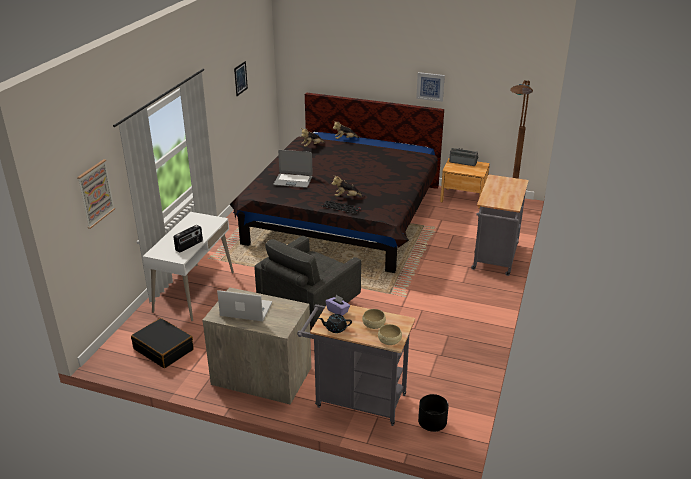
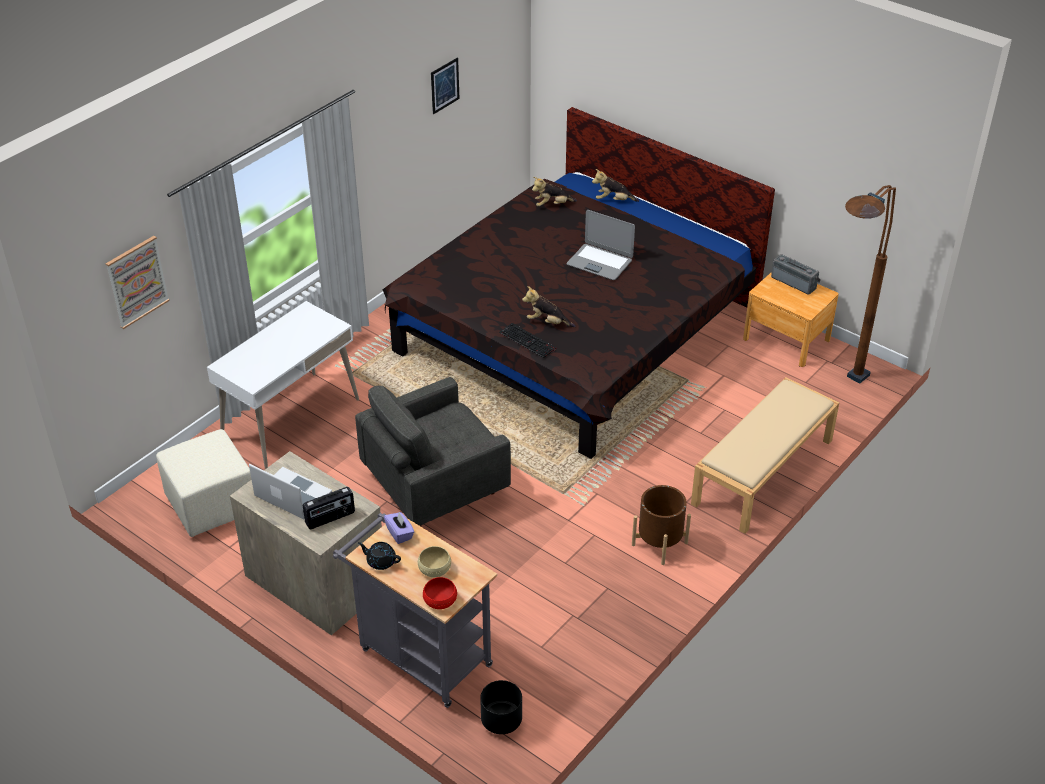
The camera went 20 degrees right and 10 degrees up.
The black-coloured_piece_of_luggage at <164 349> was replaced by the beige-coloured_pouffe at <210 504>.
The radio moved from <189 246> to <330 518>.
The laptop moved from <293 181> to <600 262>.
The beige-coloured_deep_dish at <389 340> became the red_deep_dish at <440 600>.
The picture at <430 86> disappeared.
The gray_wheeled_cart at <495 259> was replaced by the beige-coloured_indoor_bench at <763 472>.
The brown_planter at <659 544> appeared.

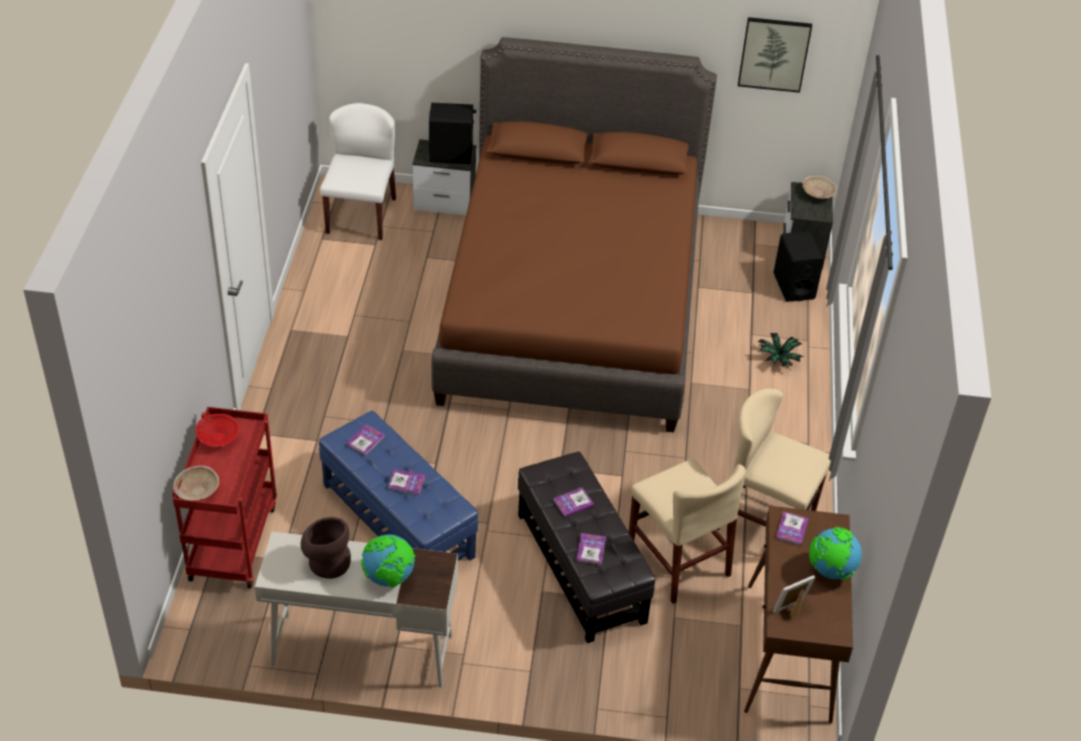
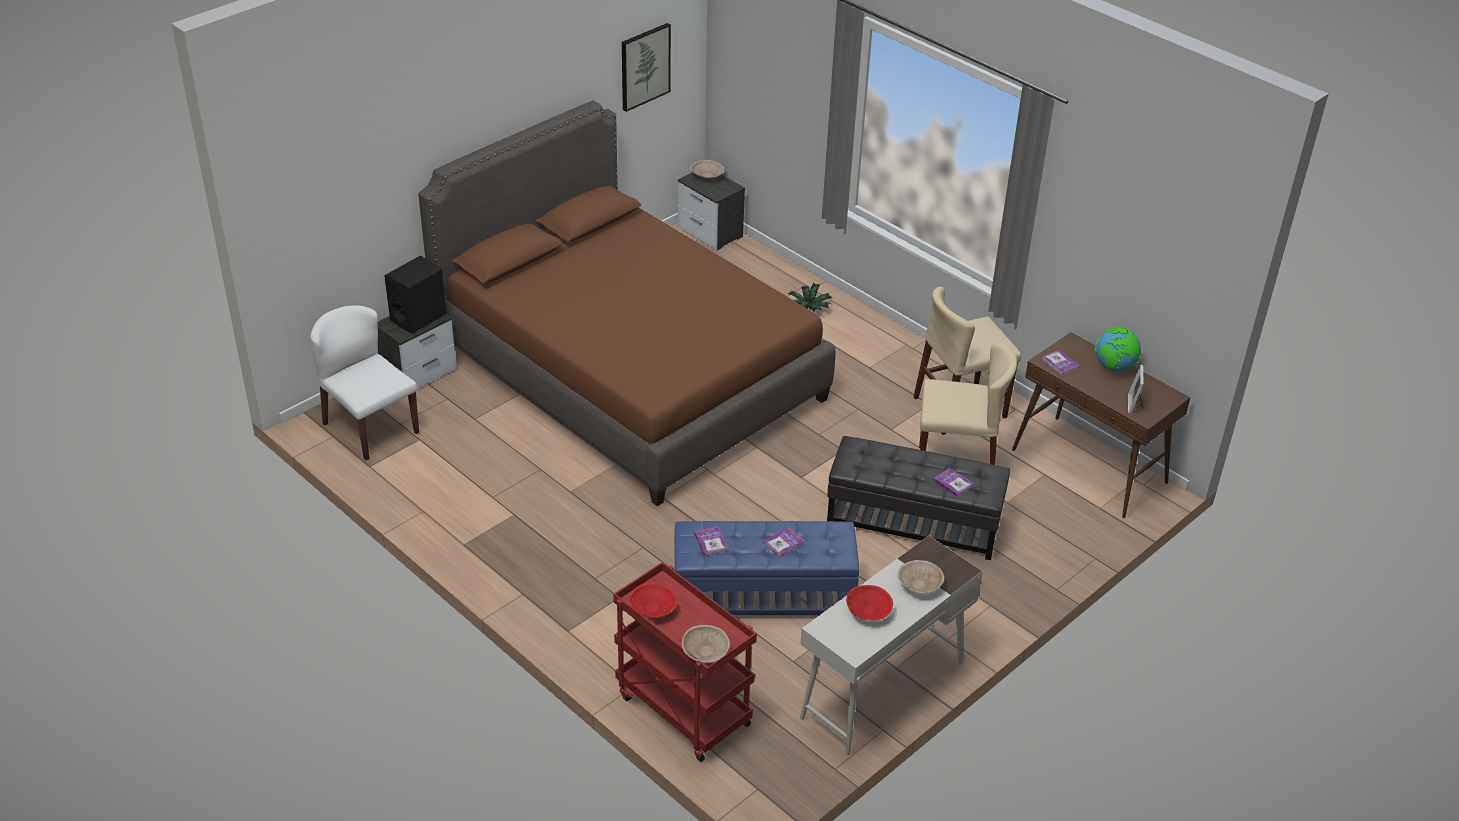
The camera went 50 degrees left and 5 degrees down.
The brown_flower_vase at <326 562> was replaced by the red_deep_dish at <868 612>.
The desk_globe at <389 577> was replaced by the beige-coloured_deep_dish at <920 585>.
The bound_book at <573 503> disappeared.
The black-coloured_loudspeaker at <793 286> disappeared.

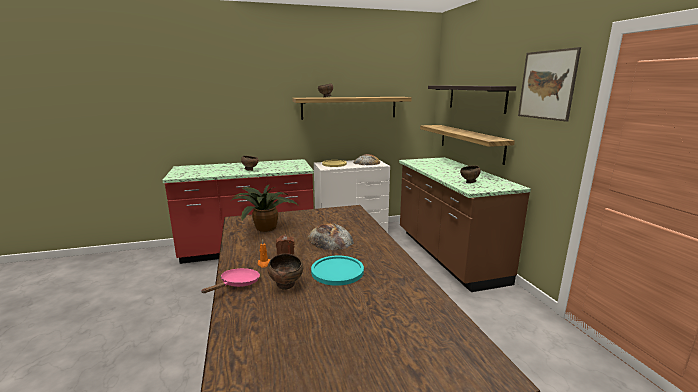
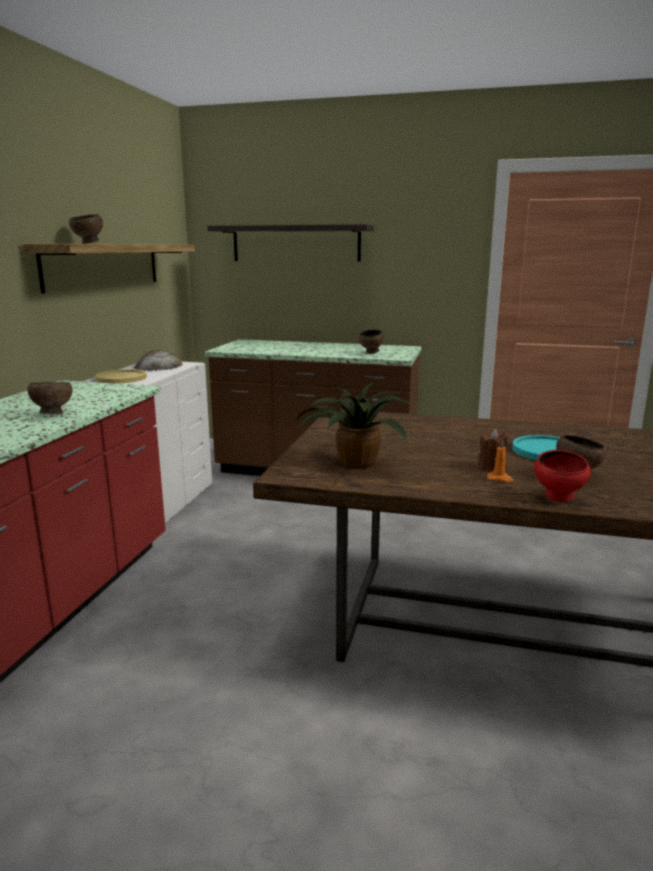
The camera went 60 degrees left and 0 degrees up.
The pink-coloured_frying_pan at <237 284> was replaced by the red_deep_dish at <559 499>.
The bakery_bread at <330 239> disappeared.
The wall_shelf at <470 142> disappeared.
The picture at <547 85> disappeared.

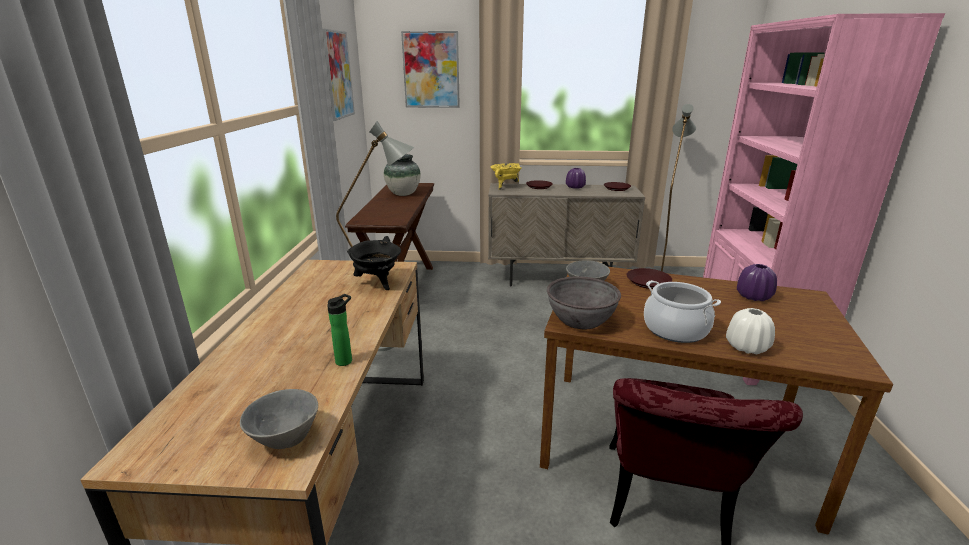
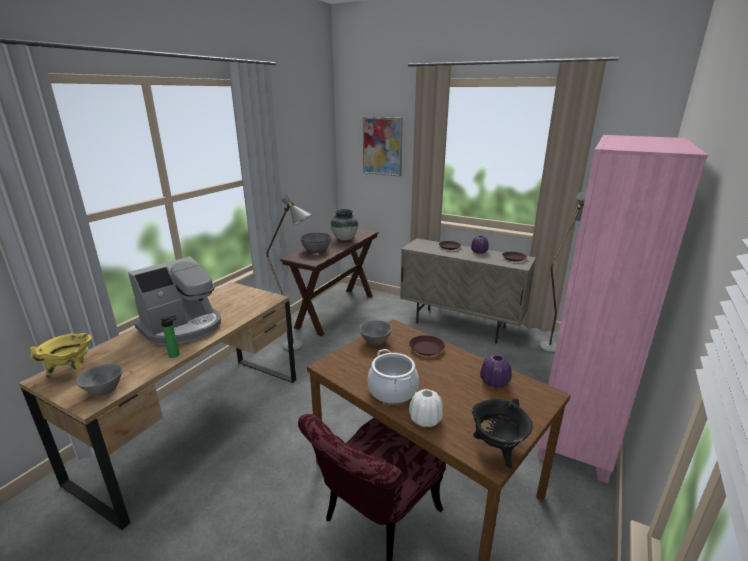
The camera went 25 degrees right and 0 degrees up.
The picture at <337 75> disappeared.
The black-coloured_stockpot moved from <377 283> to <497 449>.
The yellowish_stockpot moved from <505 187> to <71 370>.
The gray_deep_dish moved from <581 320> to <316 250>.
The coffee_brewer at <183 327> appeared.

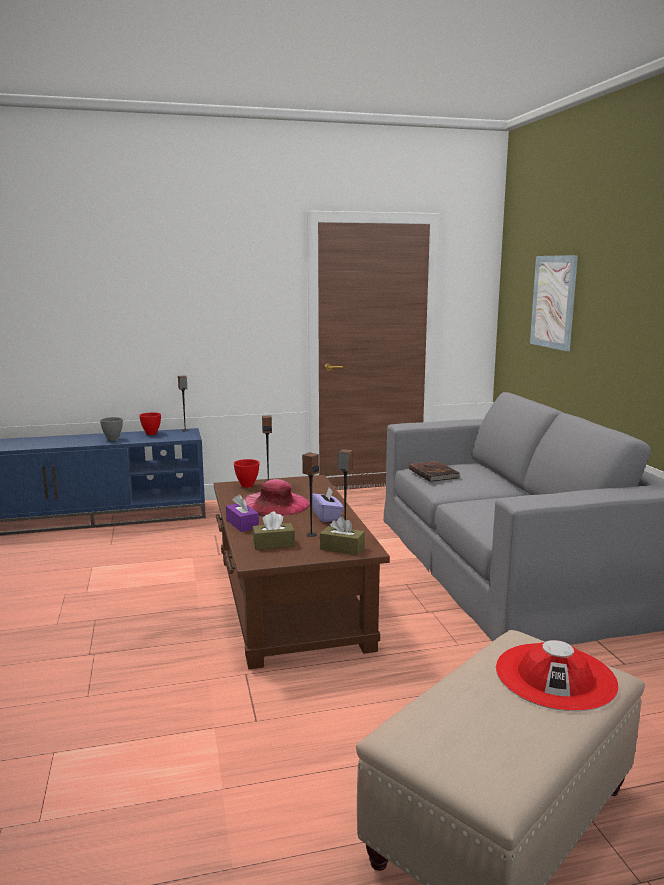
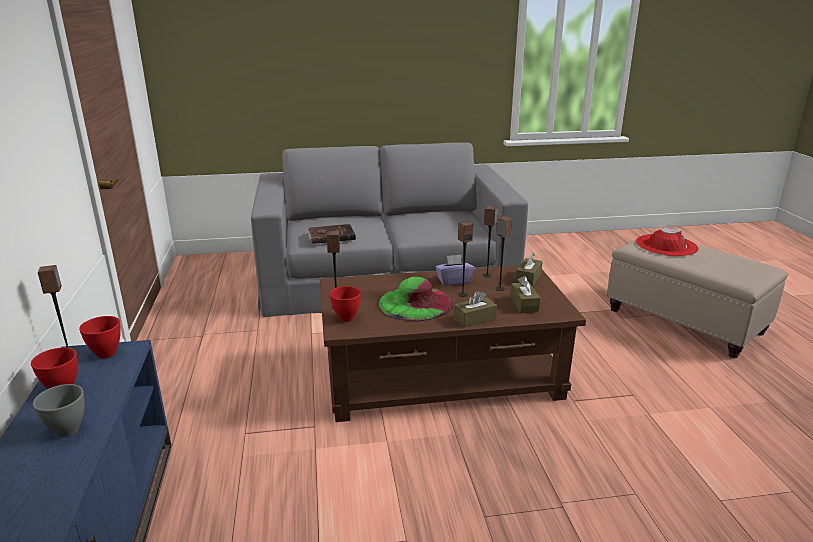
The camera went 85 degrees left and 10 degrees up.
The purple-coloured_tissue_holder at <242 524> became the brown_tissue_holder at <474 319>.
The pink-coloured_hat at <275 504> became the green-coloured_hat at <415 303>.
The picture at <553 302> disappeared.
The red_deep_dish at <107 354> appeared.
The loudspeaker at <462 294> appeared.

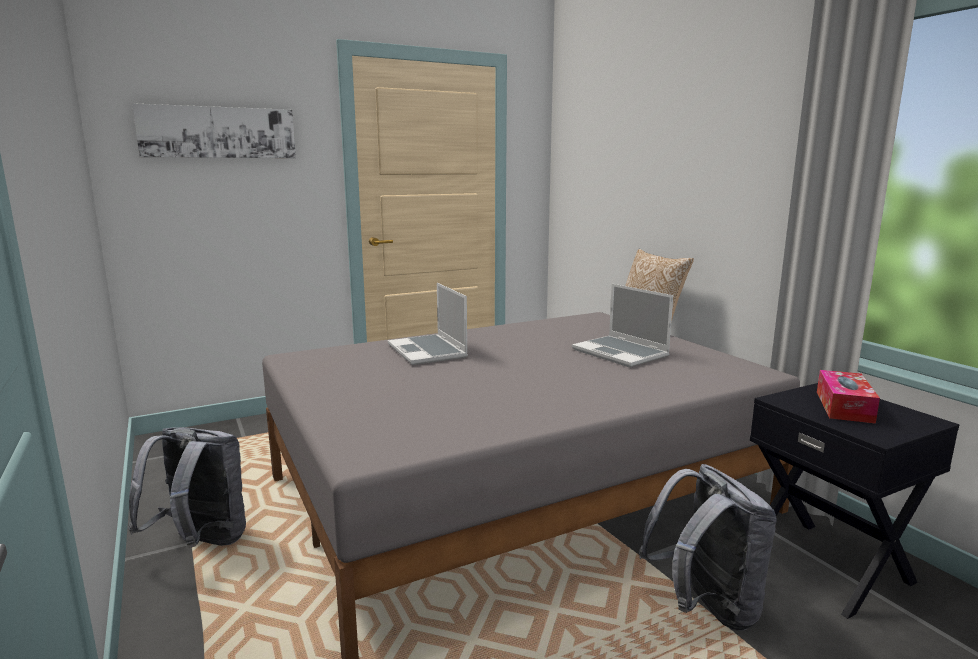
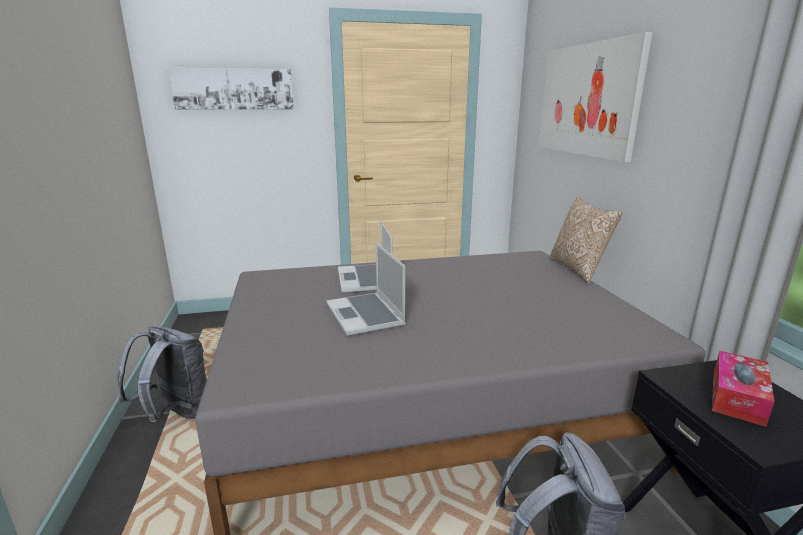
The camera went 15 degrees right and 5 degrees up.
The laptop moved from <621 353> to <366 315>.
The picture at <587 100> appeared.

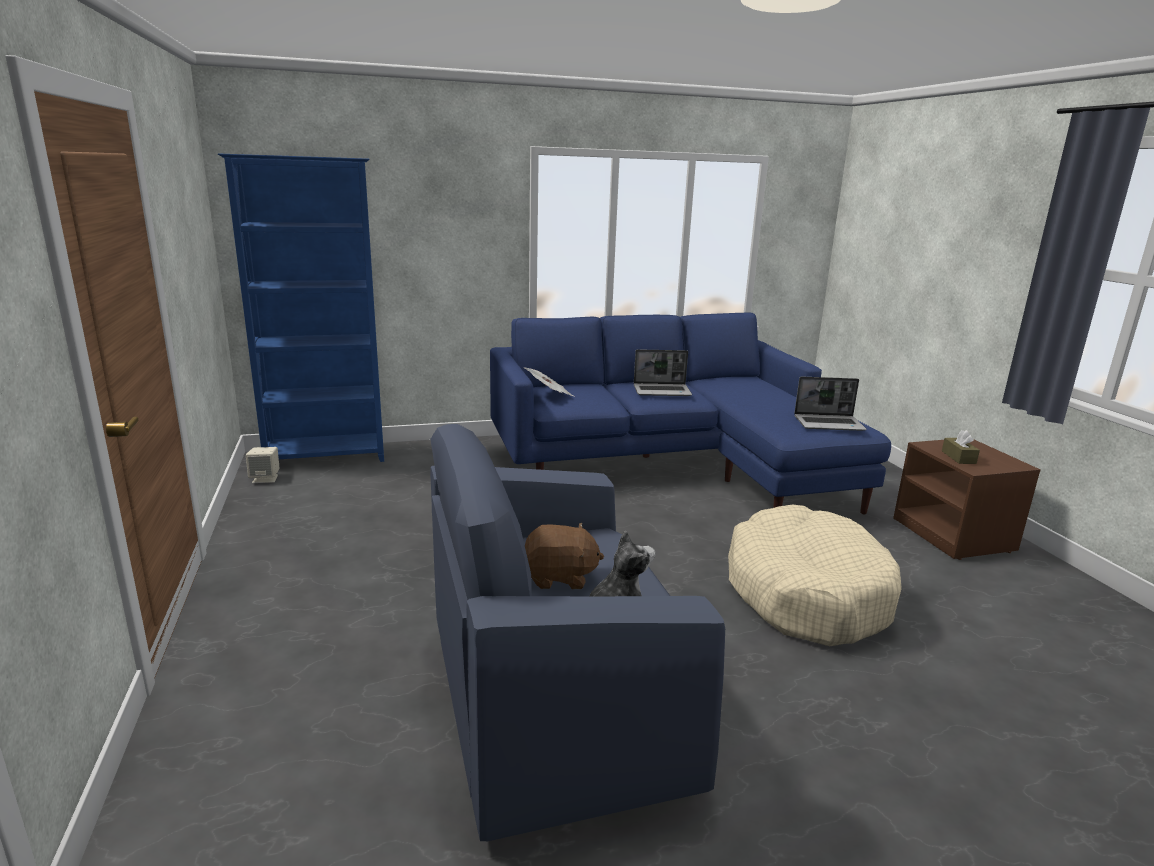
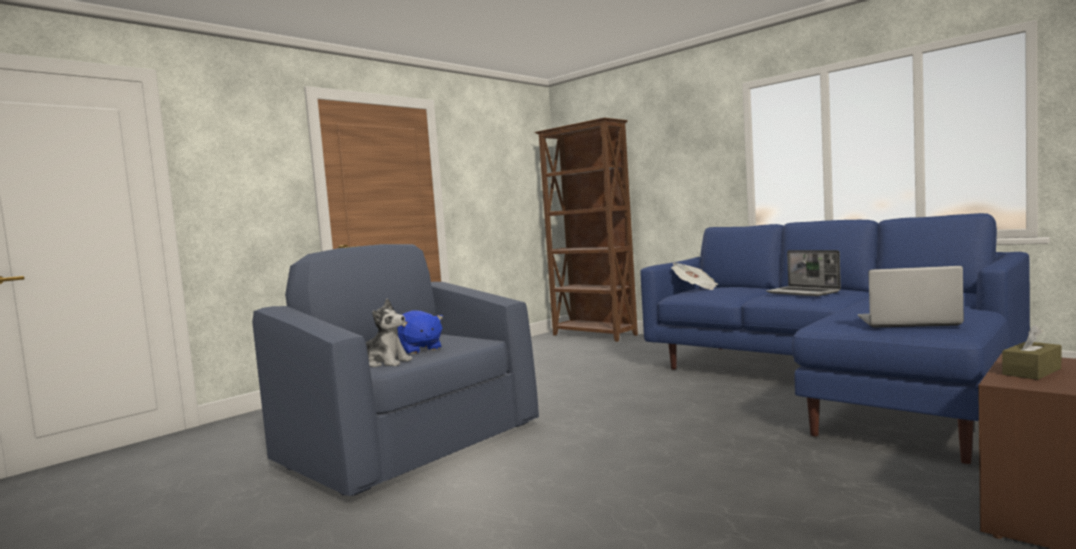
The camera went 60 degrees right and 15 degrees down.
The blue_shelving_unit at <327 457> became the brown_shelving_unit at <594 335>.
The beige-coloured_loudspeaker at <265 479> disappeared.
The brown_soft_toy at <560 577> became the blue_soft_toy at <419 349>.
The beige-coloured_dog_cushion at <806 593> disappeared.
The laptop at <829 424> turned 135 degrees clockwise.

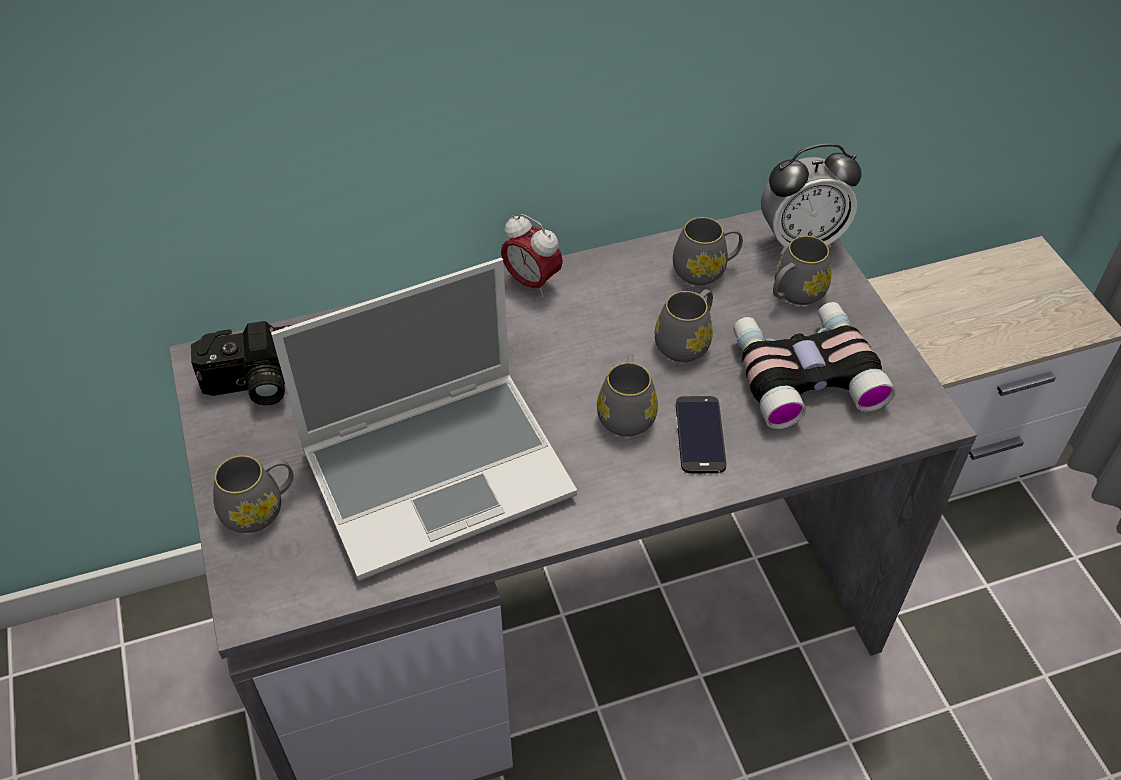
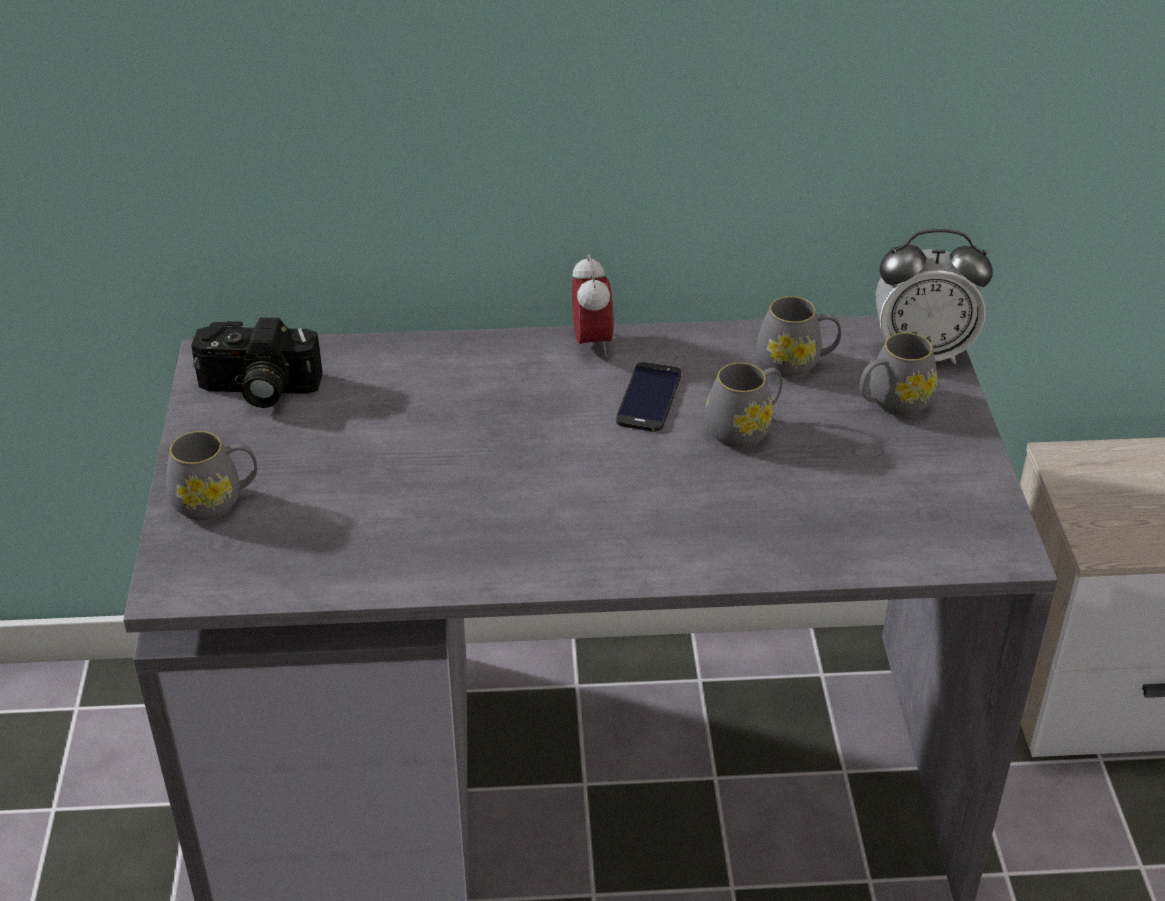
The camera went 15 degrees right and 10 degrees down.
The laptop at <439 471> disappeared.
The alarm_clock at <531 282> turned 150 degrees counterclockwise.
The gray_coffee_mug at <626 412> disappeared.
The telephone moved from <700 435> to <648 398>.
The binoculars at <804 372> disappeared.

